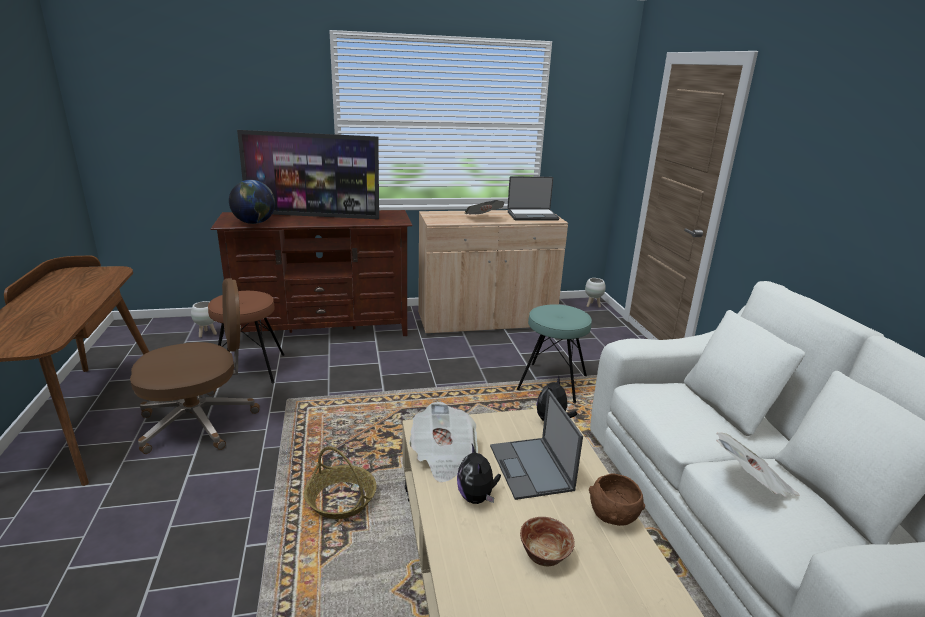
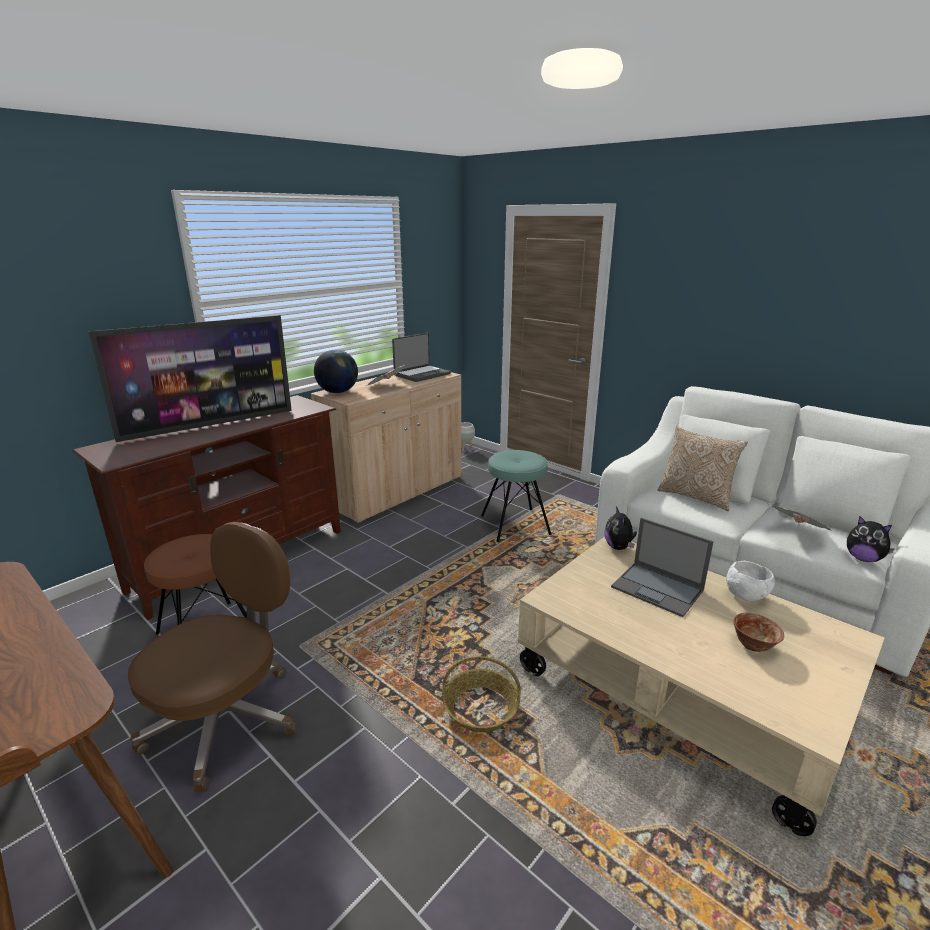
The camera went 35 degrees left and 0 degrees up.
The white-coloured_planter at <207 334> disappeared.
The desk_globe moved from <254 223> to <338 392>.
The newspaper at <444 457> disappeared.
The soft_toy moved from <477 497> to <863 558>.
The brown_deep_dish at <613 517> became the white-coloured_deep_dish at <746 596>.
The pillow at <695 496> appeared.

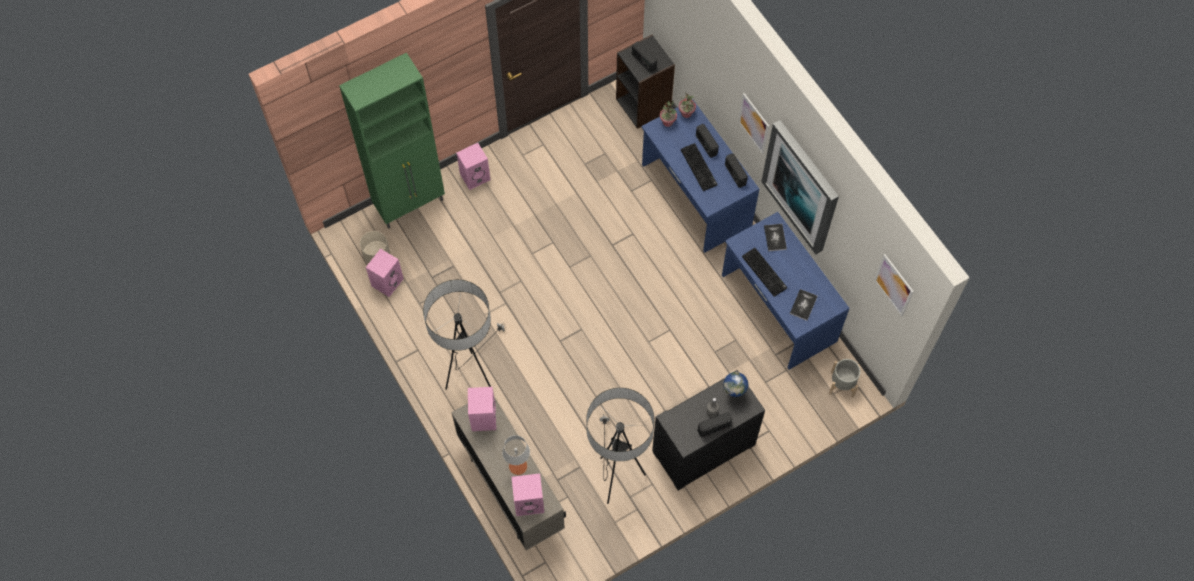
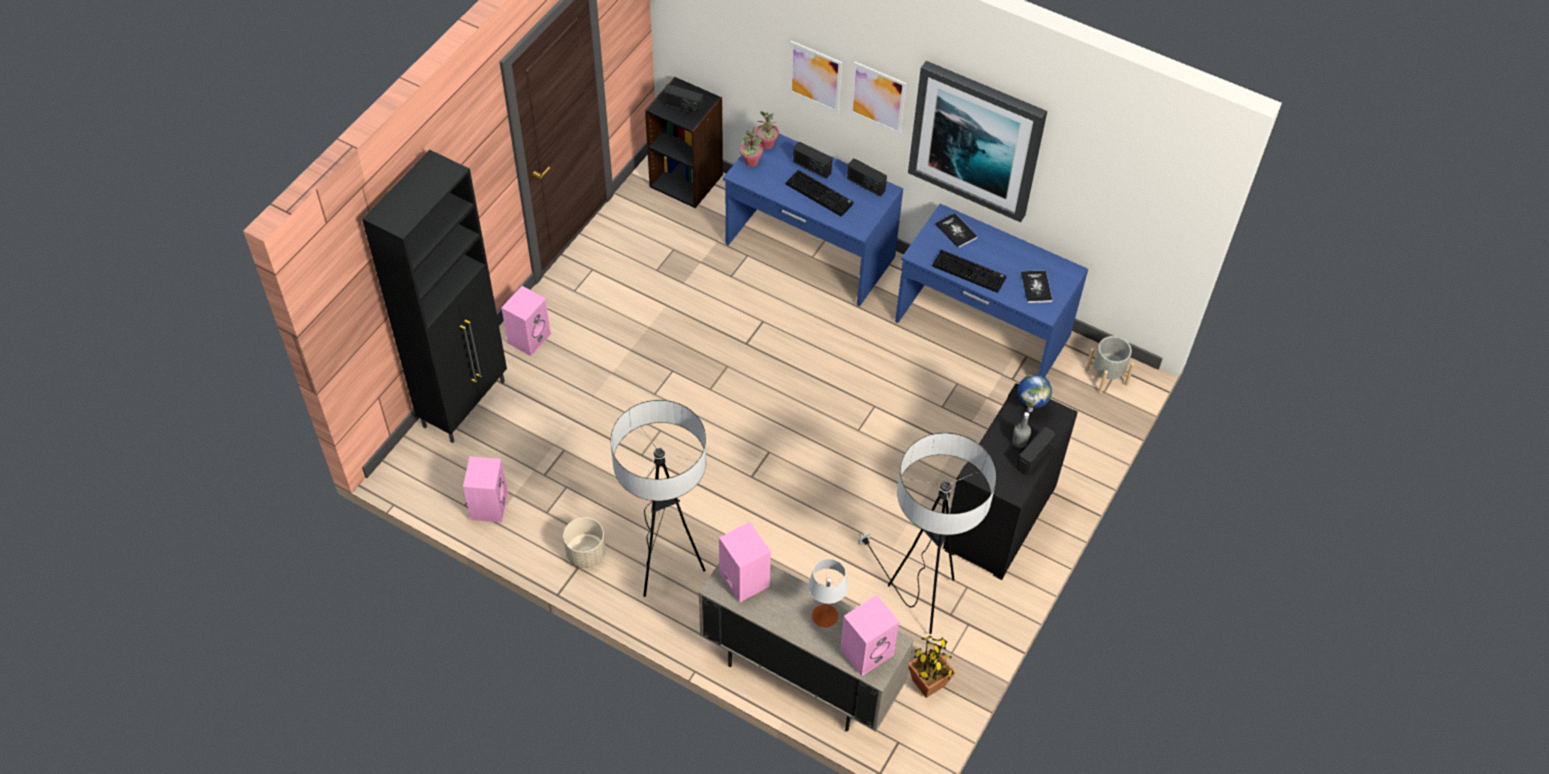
The camera went 30 degrees left and 10 degrees down.
The green-coloured_cabinet at <411 204> became the black-coloured_cabinet at <465 403>.
The beige-coloured_planter moved from <376 254> to <586 553>.
The picture moved from <894 285> to <815 76>.
The plant_in_a_pot at <928 683> appeared.

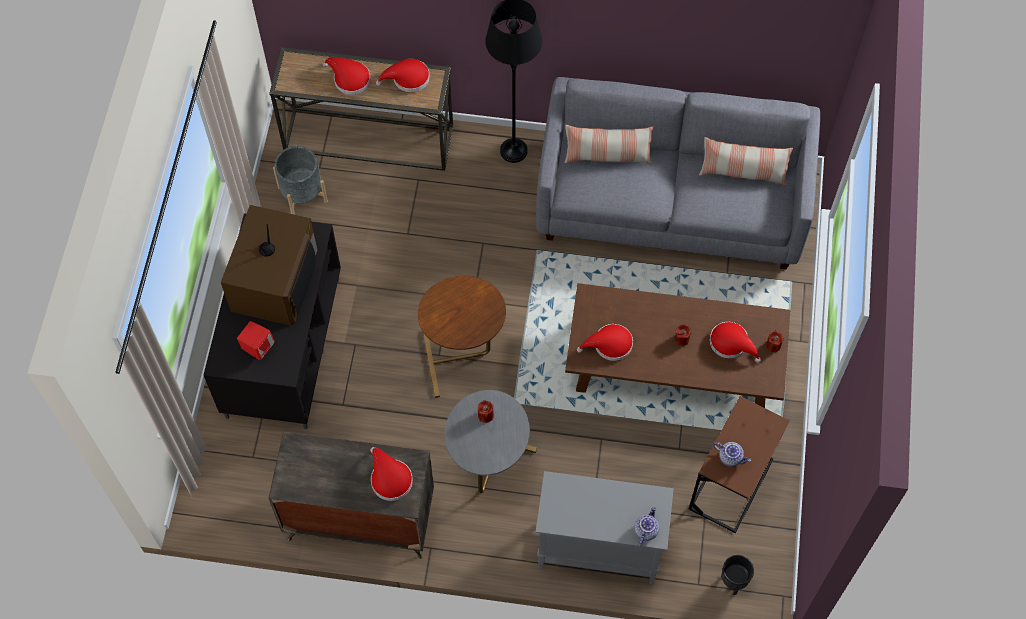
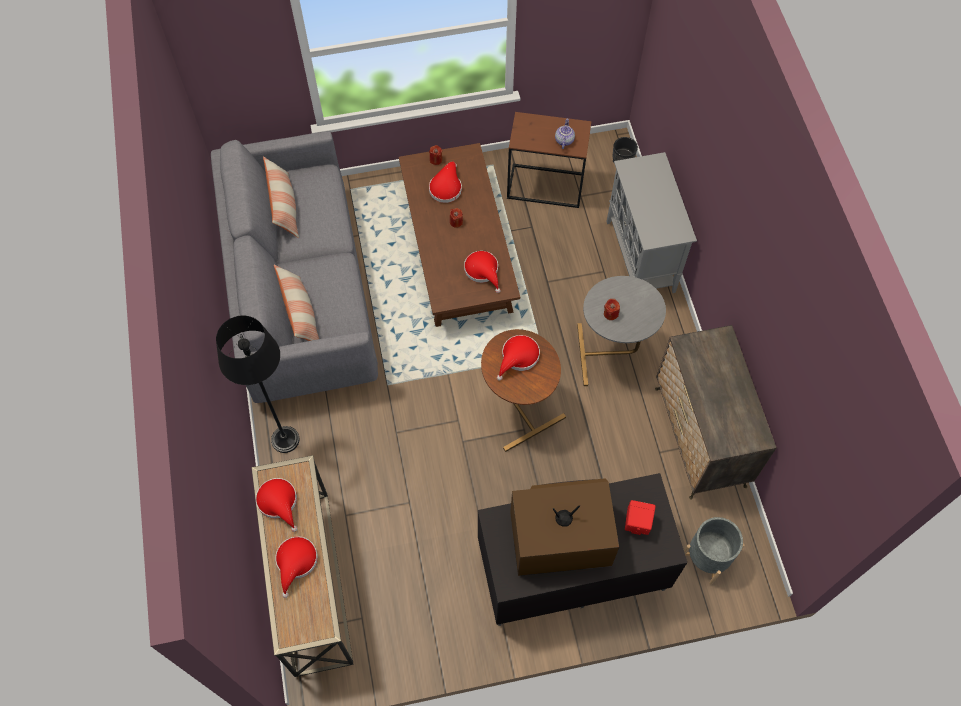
The camera went 110 degrees left and 0 degrees up.
The gray_planter moved from <302 194> to <707 557>.
The red_hat moved from <389 478> to <518 357>.
The tea_pot at <645 530> disappeared.

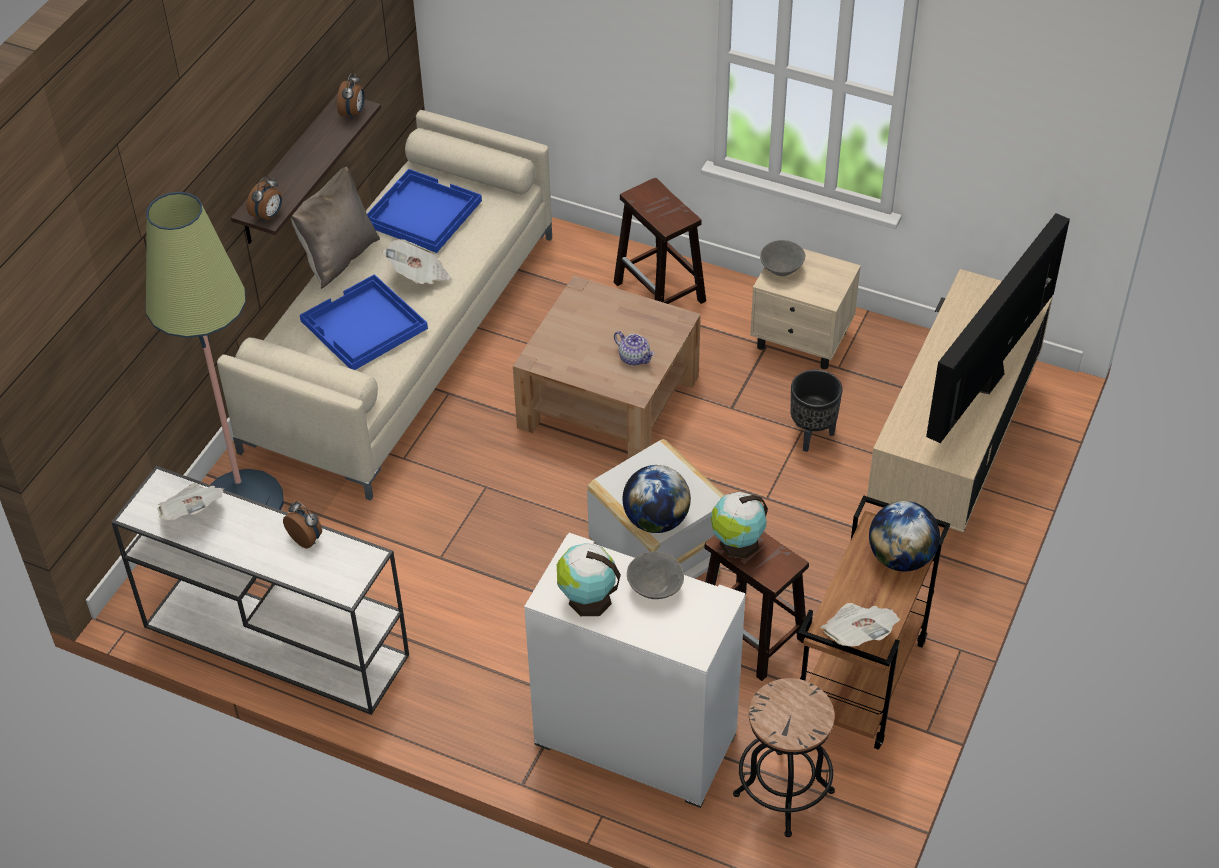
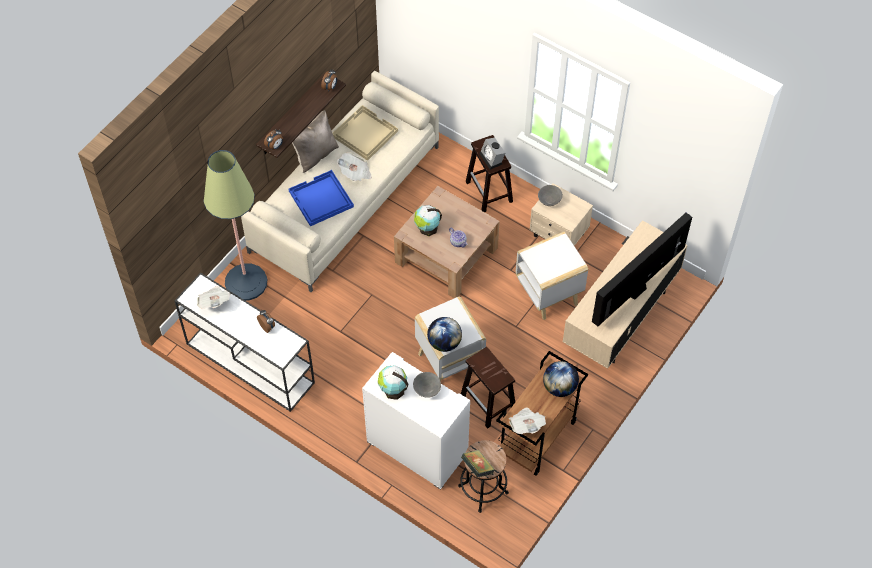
The camera went 10 degrees right and 10 degrees up.
The blue_serving_tray at <421 213> became the beige-coloured_serving_tray at <364 134>.
The desk_globe moved from <737 544> to <427 228>.
The black-coloured_planter at <812 436> was replaced by the white-coloured_end_table at <549 294>.
The bound_book at <477 467> appeared.
The alarm_clock at <492 159> appeared.

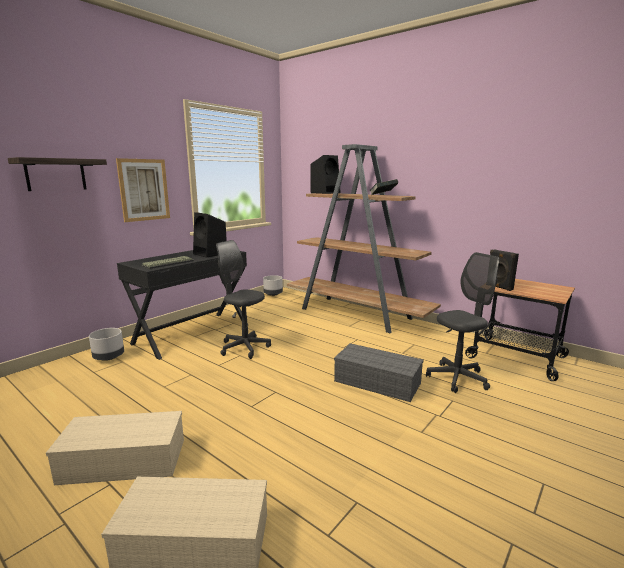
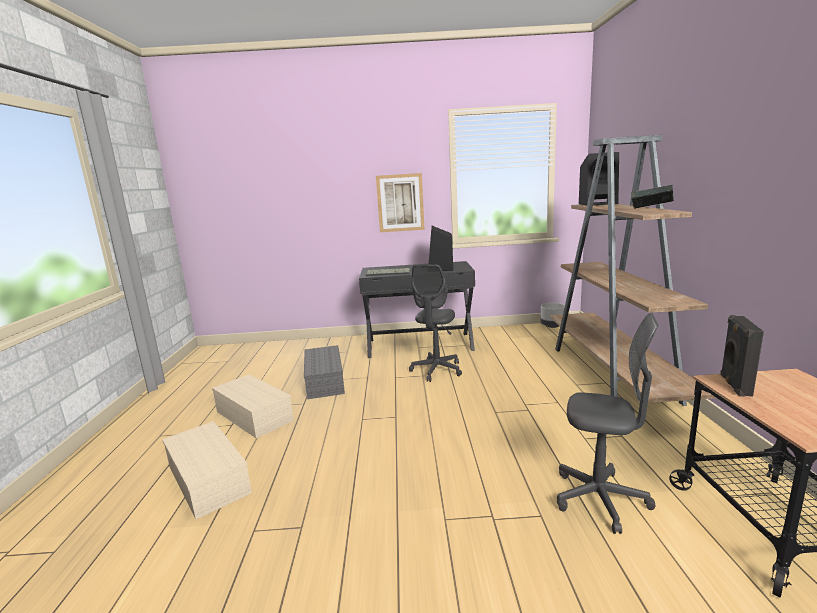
The camera went 50 degrees right and 0 degrees up.
The wall_shelf at <56 174> disappeared.
The gray_planter at <109 357> disappeared.
The gray_office_chair at <244 348> turned 150 degrees counterclockwise.
The gray_storage_container moved from <378 382> to <325 381>.

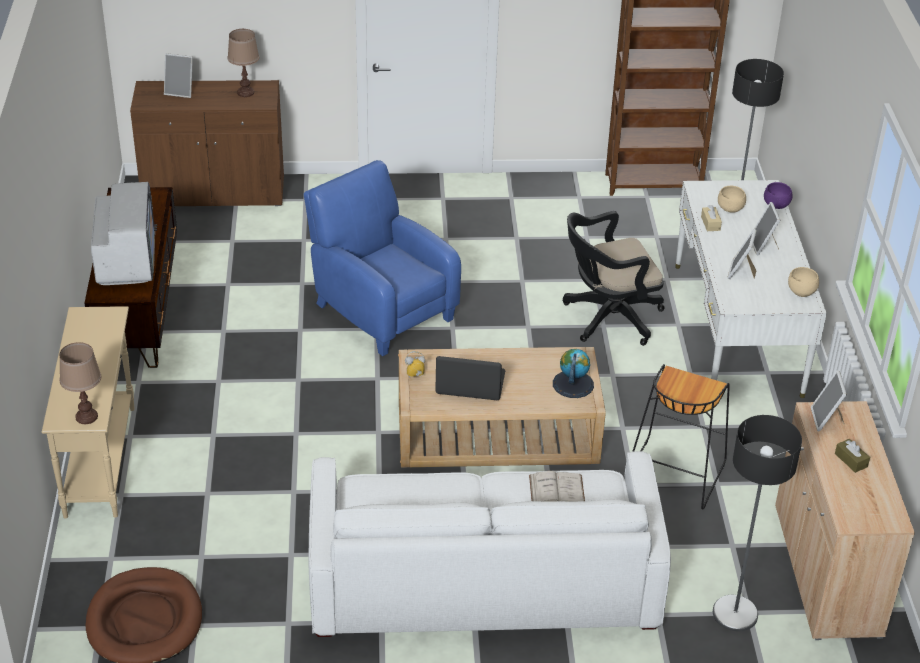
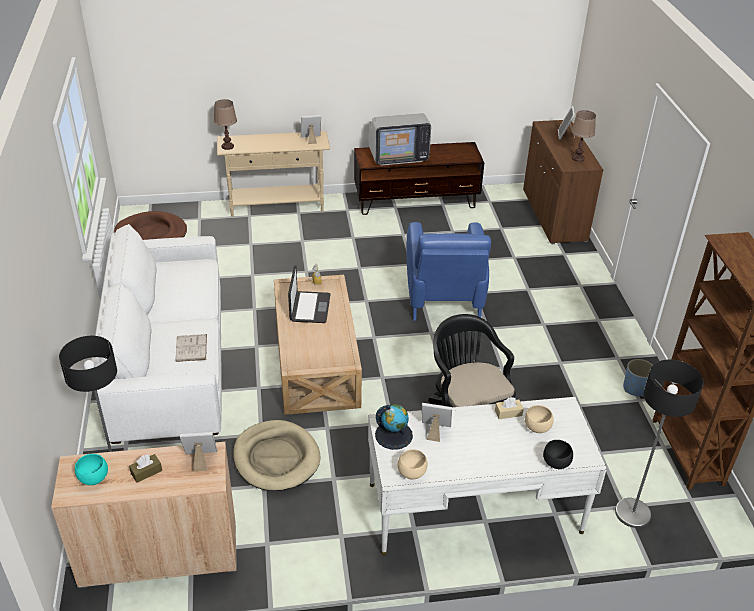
The camera went 85 degrees right and 0 degrees up.
The blue_easy_chair at <381 309> turned 135 degrees clockwise.
The desk_globe moved from <573 384> to <393 435>.
The black-coloured_stool at <674 472> was replaced by the beige-coloured_dog_cushion at <276 458>.
The standing_frame moved from <763 246> to <311 139>.
The purple-coloured_deep_dish at <777 206> became the black-coloured_deep_dish at <556 464>.
The turquoise_deep_dish at <93 479> appeared.
The blue_planter at <635 388> appeared.

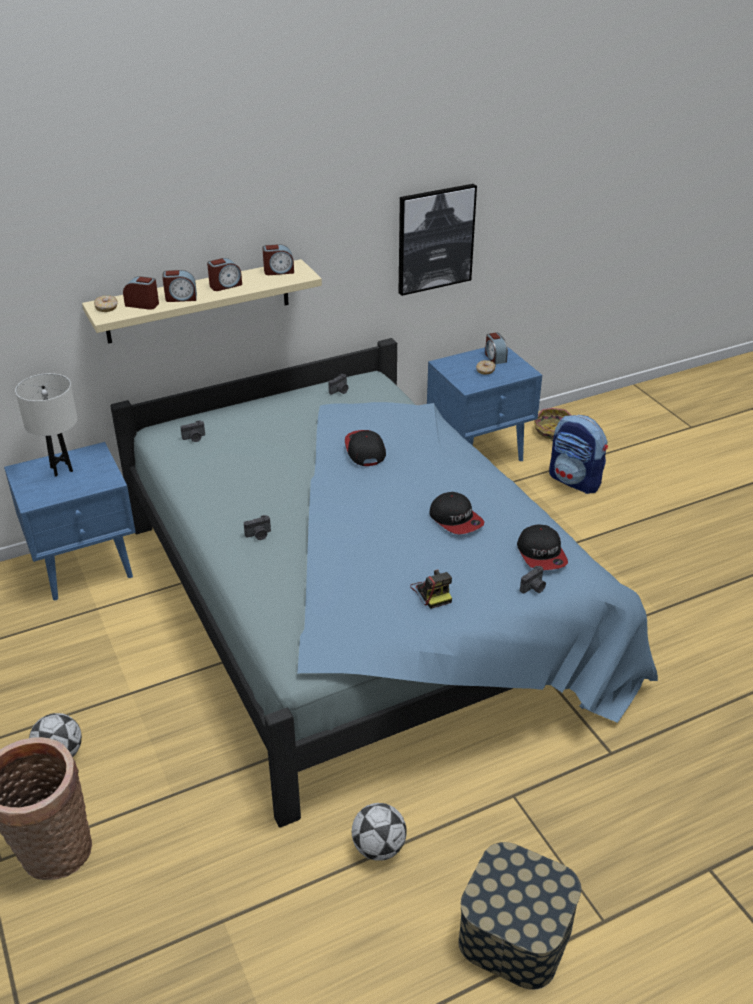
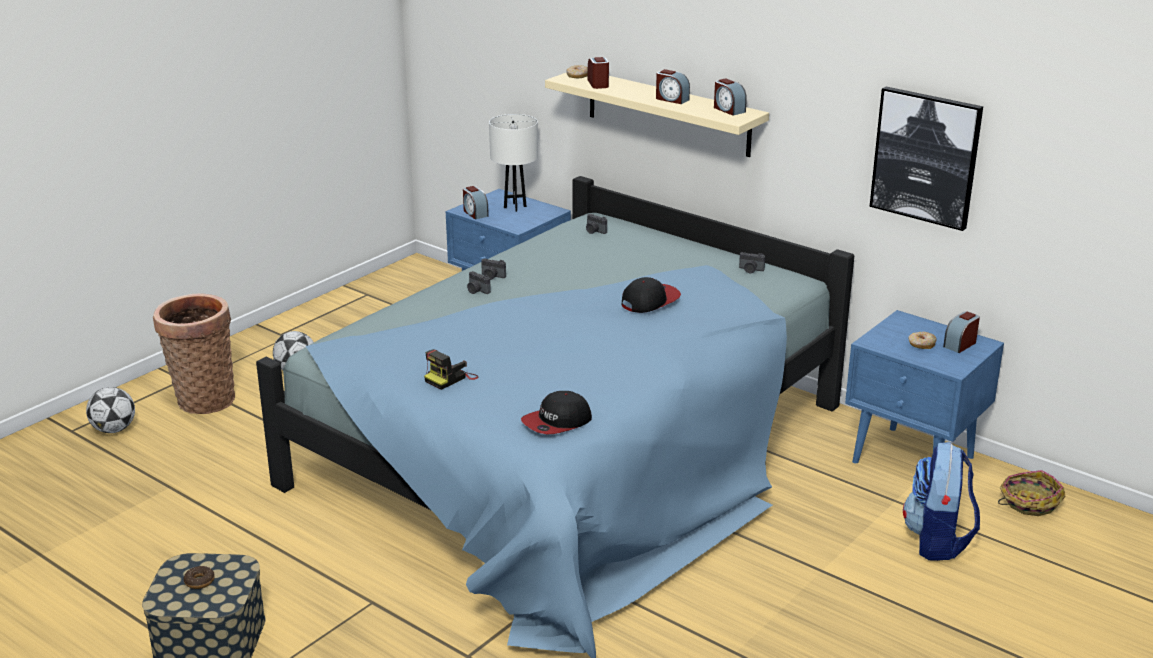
The camera went 65 degrees right and 10 degrees down.
The alarm_clock moved from <181 298> to <475 213>.
The ball_for_football moved from <378 847> to <114 429>.
The baseball_cap at <456 519> disappeared.
The still_camera moved from <534 588> to <492 277>.
The donut at <199 581> appeared.

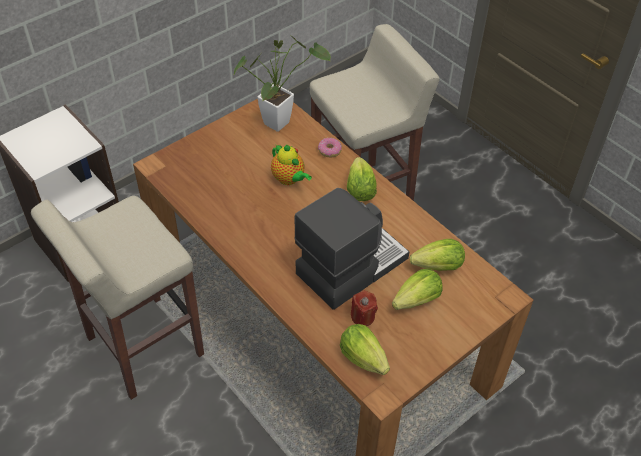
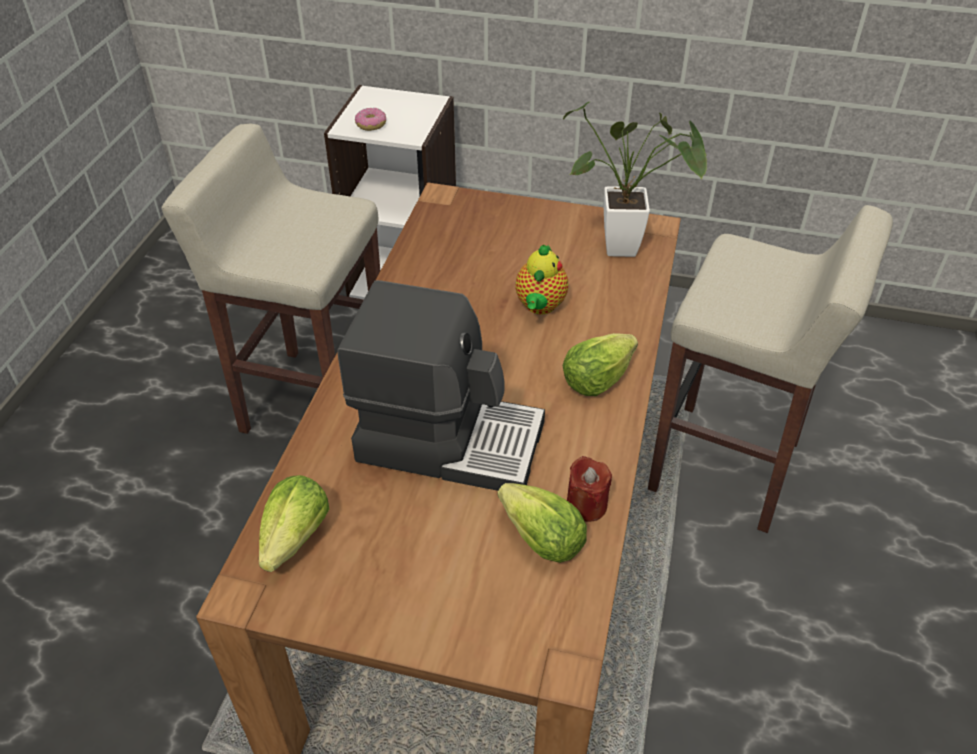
The camera went 55 degrees right and 5 degrees down.
The donut moved from <329 150> to <371 124>.
The red_wax_light moved from <363 316> to <586 505>.
The lettuce_head at <417 300> disappeared.

